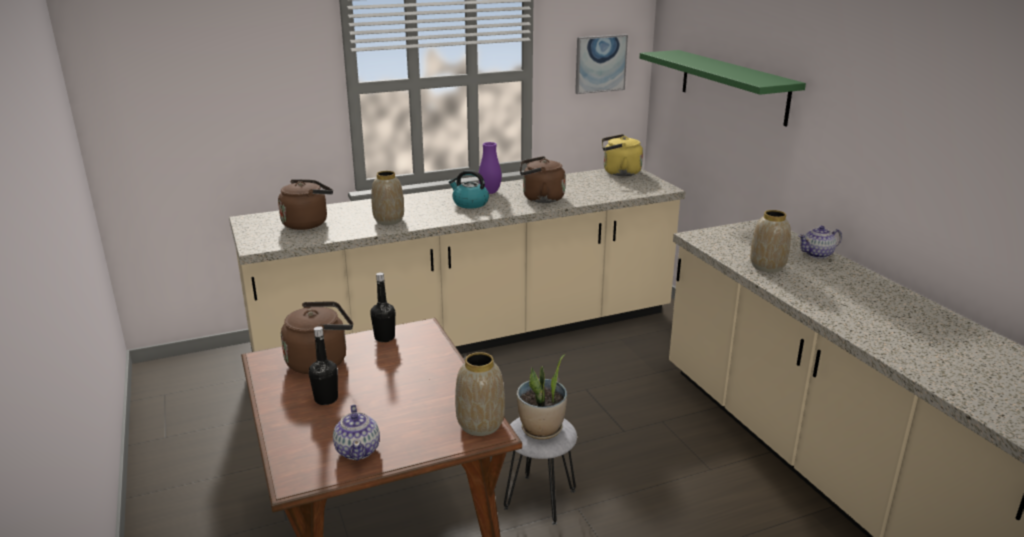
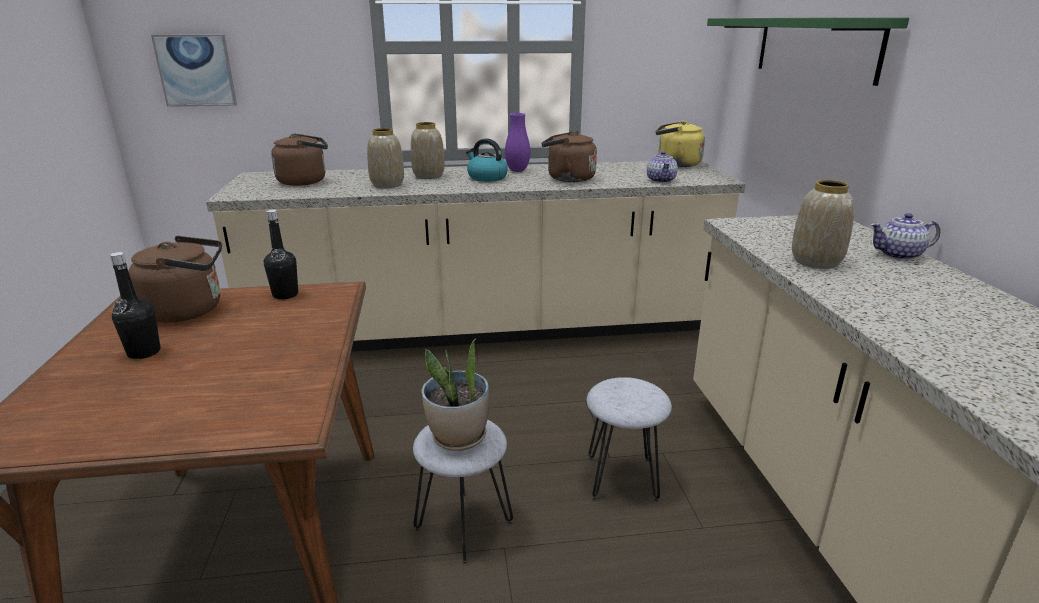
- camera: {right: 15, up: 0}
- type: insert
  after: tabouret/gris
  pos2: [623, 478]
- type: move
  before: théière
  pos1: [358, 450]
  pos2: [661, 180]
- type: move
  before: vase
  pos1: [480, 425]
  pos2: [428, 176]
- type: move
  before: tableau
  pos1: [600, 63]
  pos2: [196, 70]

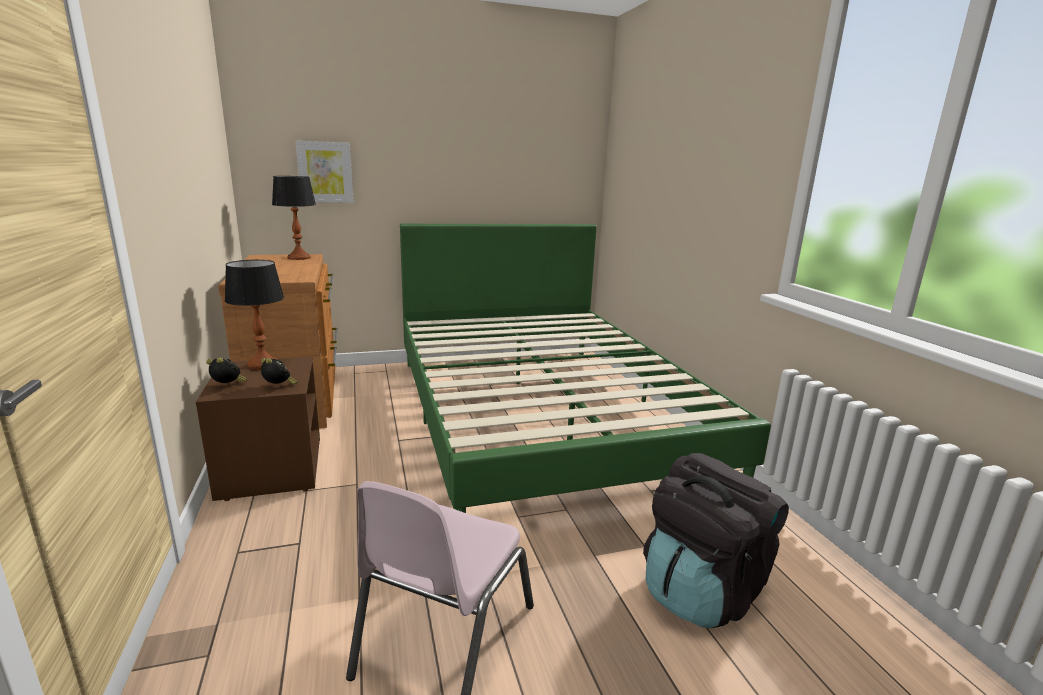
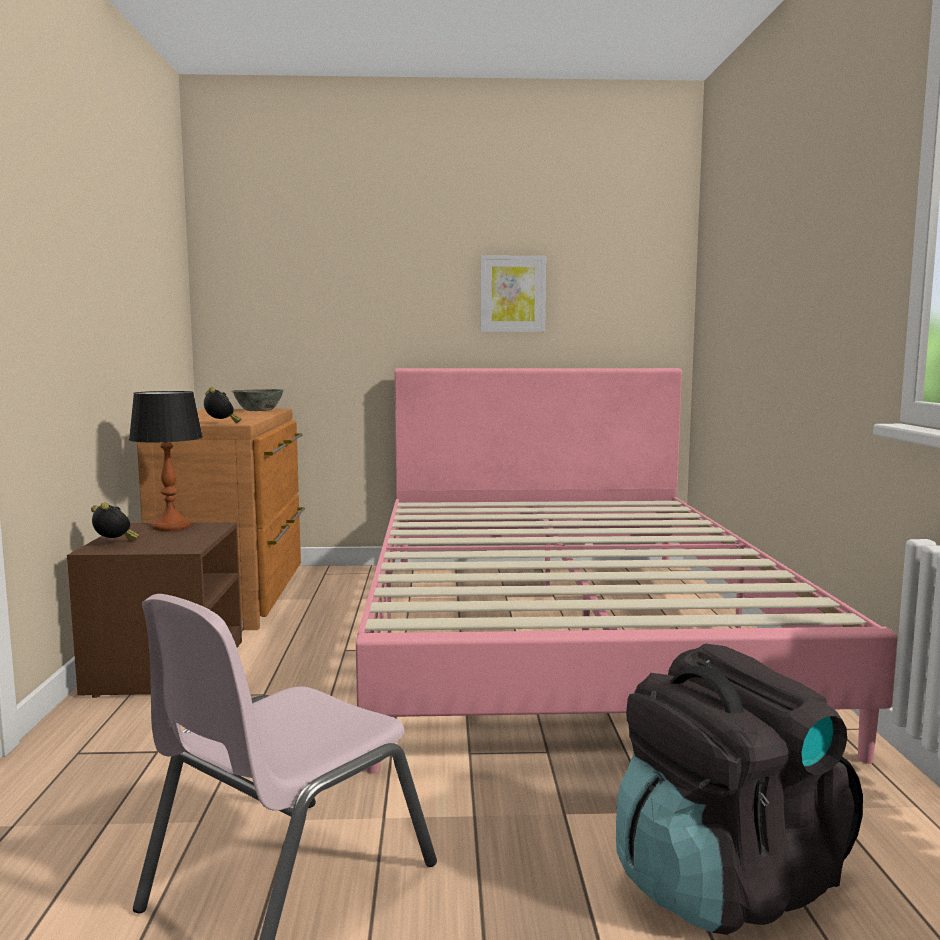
- camera: {right: 15, up: -10}
- type: move
  before: réveil
  pos1: [279, 387]
  pos2: [221, 424]
- type: move
  before: tableau
  pos1: [325, 172]
  pos2: [512, 294]
- type: replace
  before: lampe de table
  after: bol/gris
  pos1: [298, 258]
  pos2: [258, 410]
- type: recolor
  before: lit/vert
  after: lit/rose
  pos1: [541, 414]
  pos2: [567, 634]

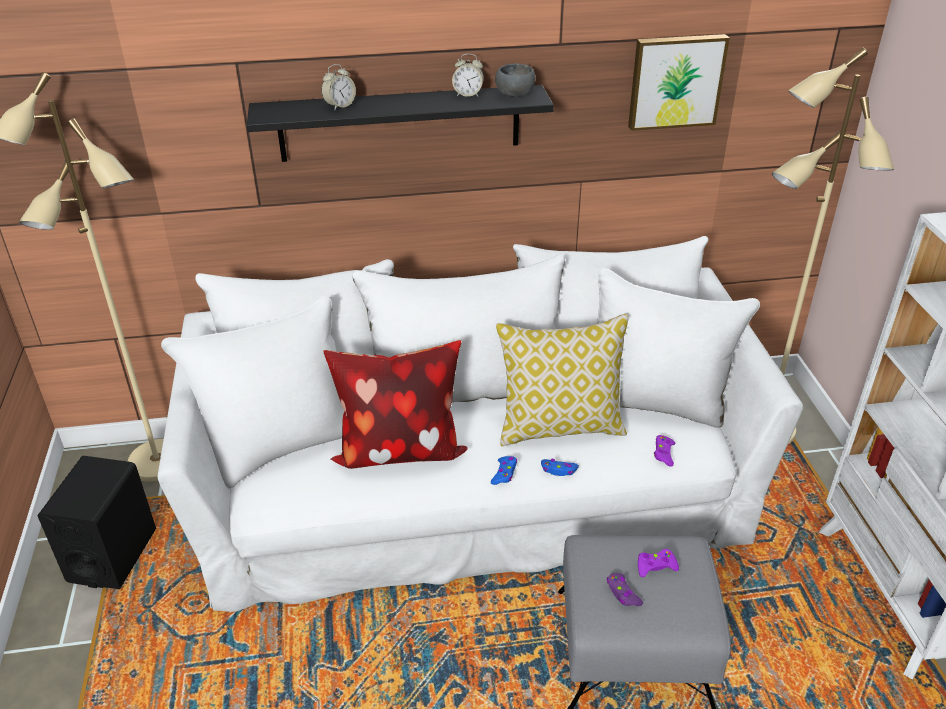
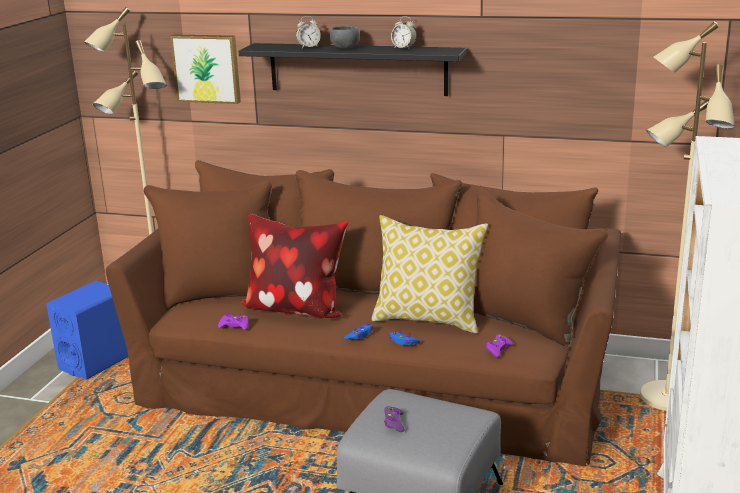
- camera: {right: 25, up: -15}
- type: move
  before: bol/gris
  pos1: [515, 95]
  pos2: [345, 48]
- type: move
  before: tableau
  pos1: [675, 81]
  pos2: [207, 68]
- type: move
  before: manette/violet
  pos1: [655, 566]
  pos2: [234, 326]
- type: recolor
  before: enceinte/noir
  after: enceinte/bleu
  pos1: [112, 555]
  pos2: [96, 362]
- type: recolor
  before: canapé/blanc
  after: canapé/marron
  pos1: [475, 489]
  pos2: [374, 382]

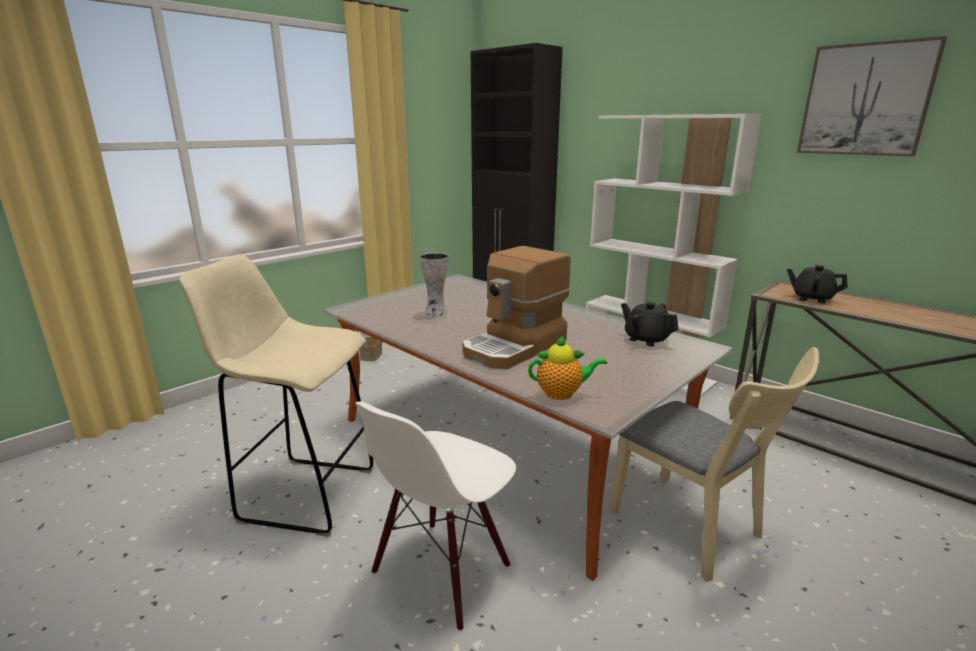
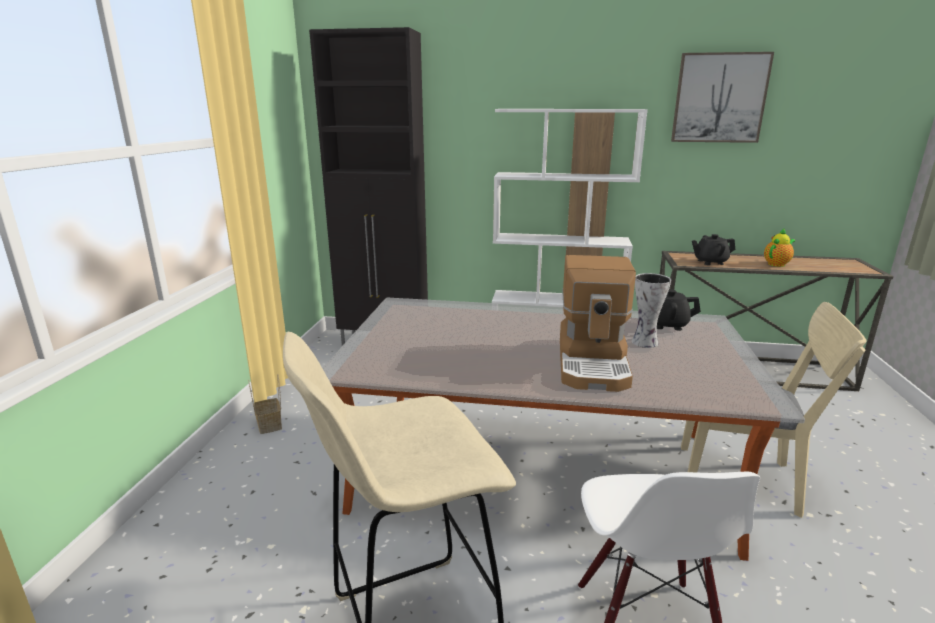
- camera: {right: -35, up: 0}
- type: move
  before: vase
  pos1: [435, 312]
  pos2: [645, 343]
- type: move
  before: théière
  pos1: [562, 393]
  pos2: [777, 264]

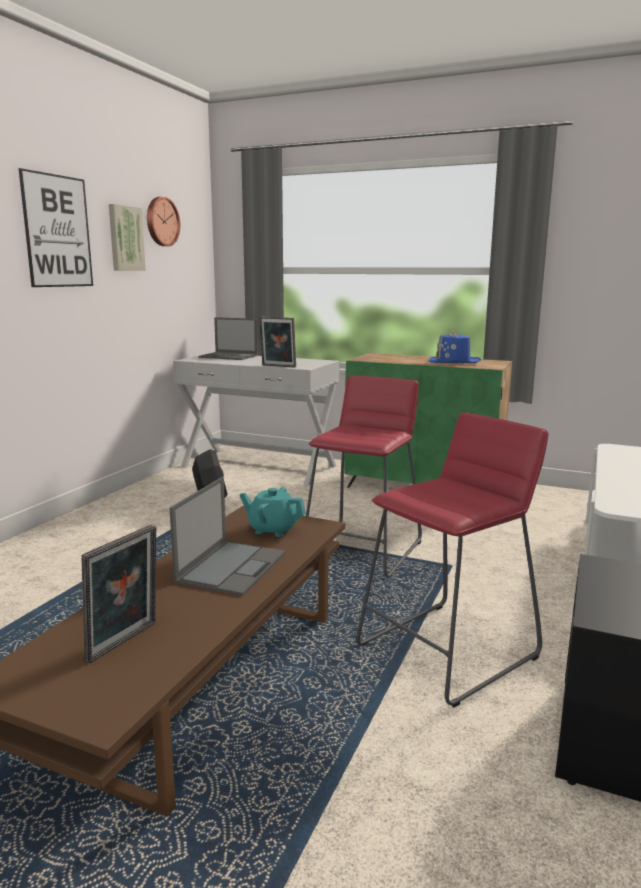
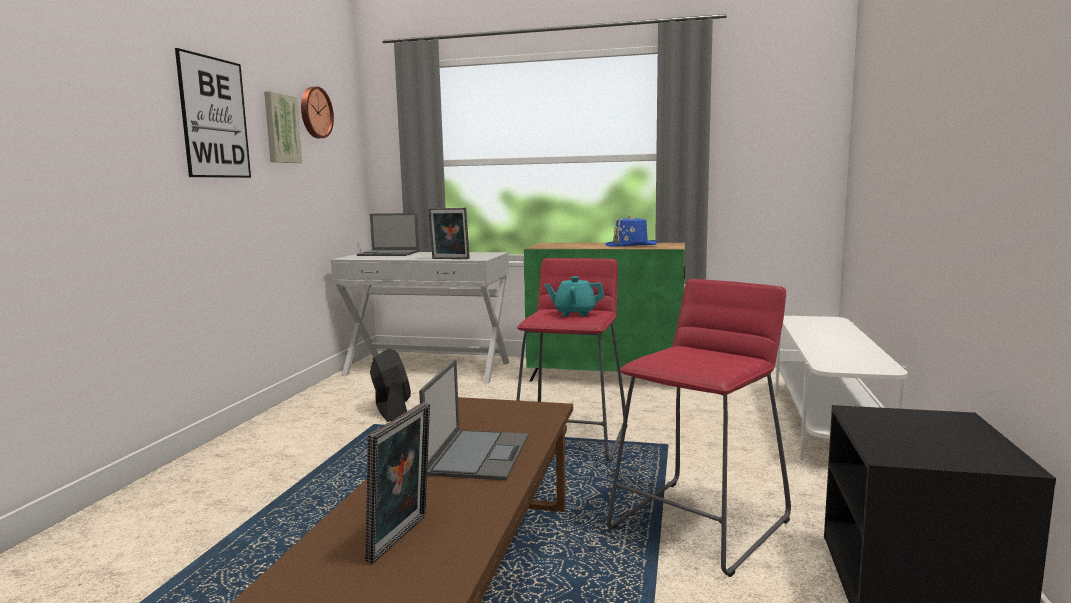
- camera: {right: -10, up: -5}
- type: move
  before: théière/turquoise
  pos1: [273, 529]
  pos2: [574, 313]

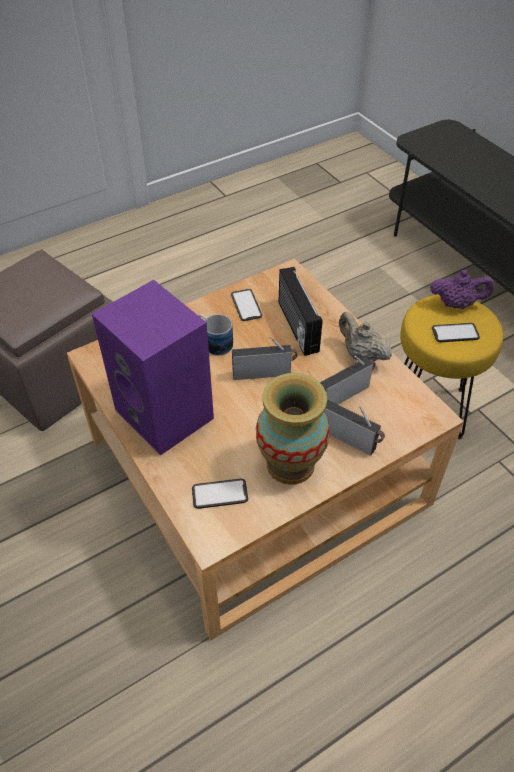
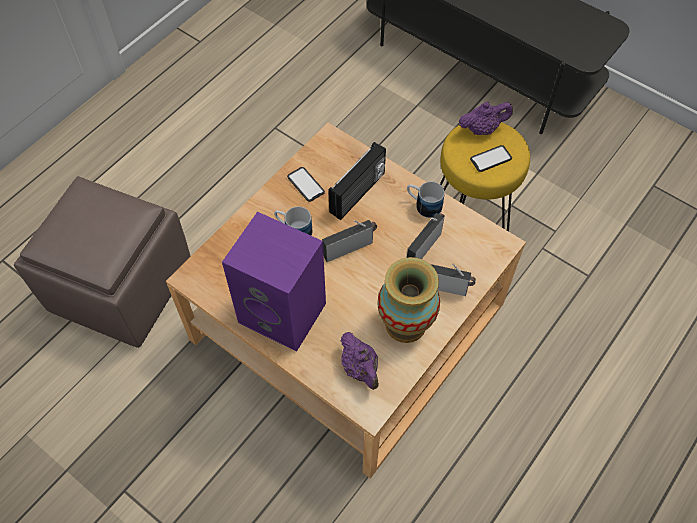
- camera: {right: -20, up: 10}
- type: replace
  before: téléphone
  after: théière/violet
  pos1: [219, 494]
  pos2: [360, 369]
- type: replace
  before: théière/beige
  after: mug
  pos1: [361, 355]
  pos2: [423, 205]
- type: rotate
  before: radio
  pos1: [296, 327]
  pos2: [358, 193]
  turn: -105

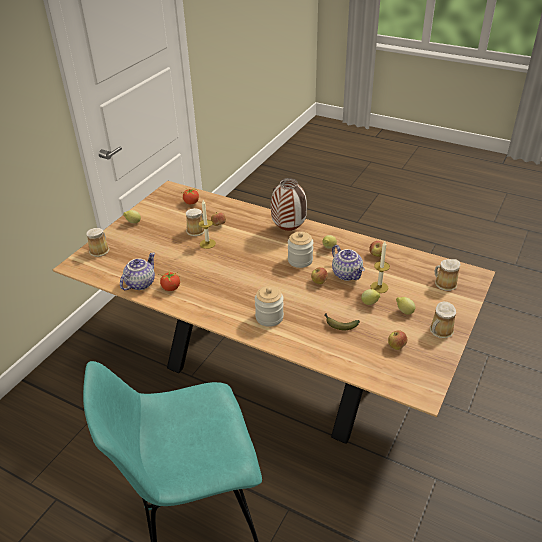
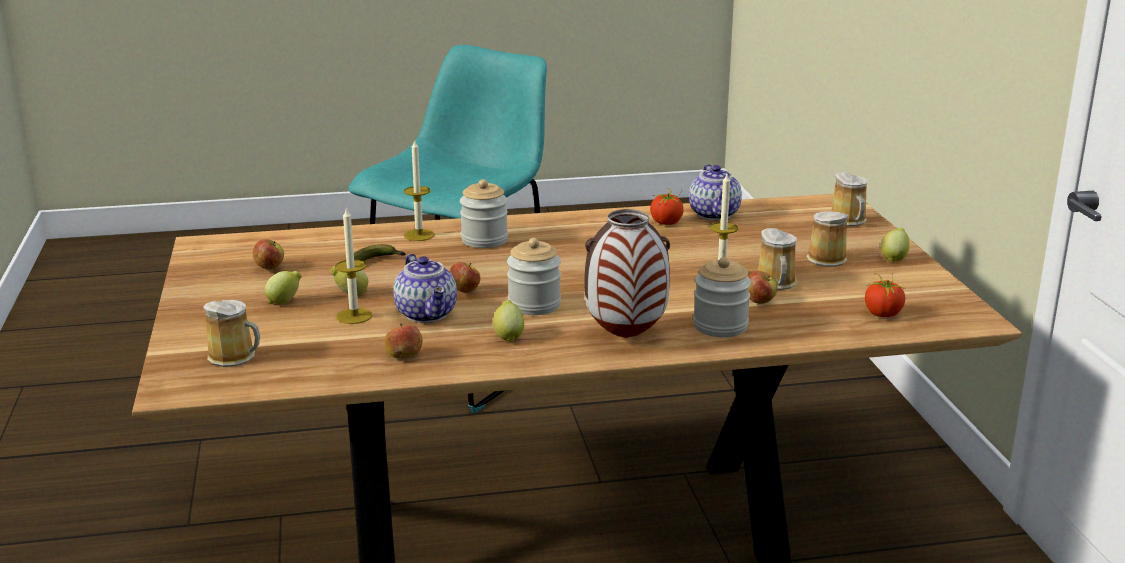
- camera: {right: 140, up: -15}
- type: insert
  after: bougie
  pos2: [419, 235]
- type: insert
  after: bocal
  pos2: [720, 326]
- type: move
  before: mug
  pos1: [440, 331]
  pos2: [826, 258]
- type: rotate
  before: théière
  pos1: [347, 274]
  pos2: [428, 314]
  turn: -135

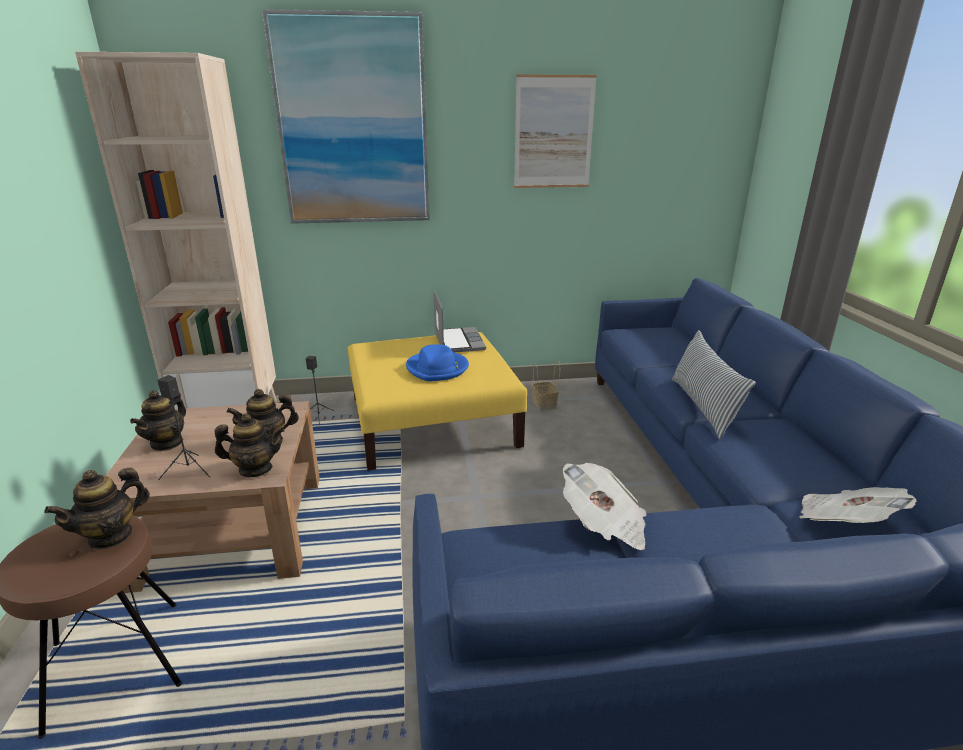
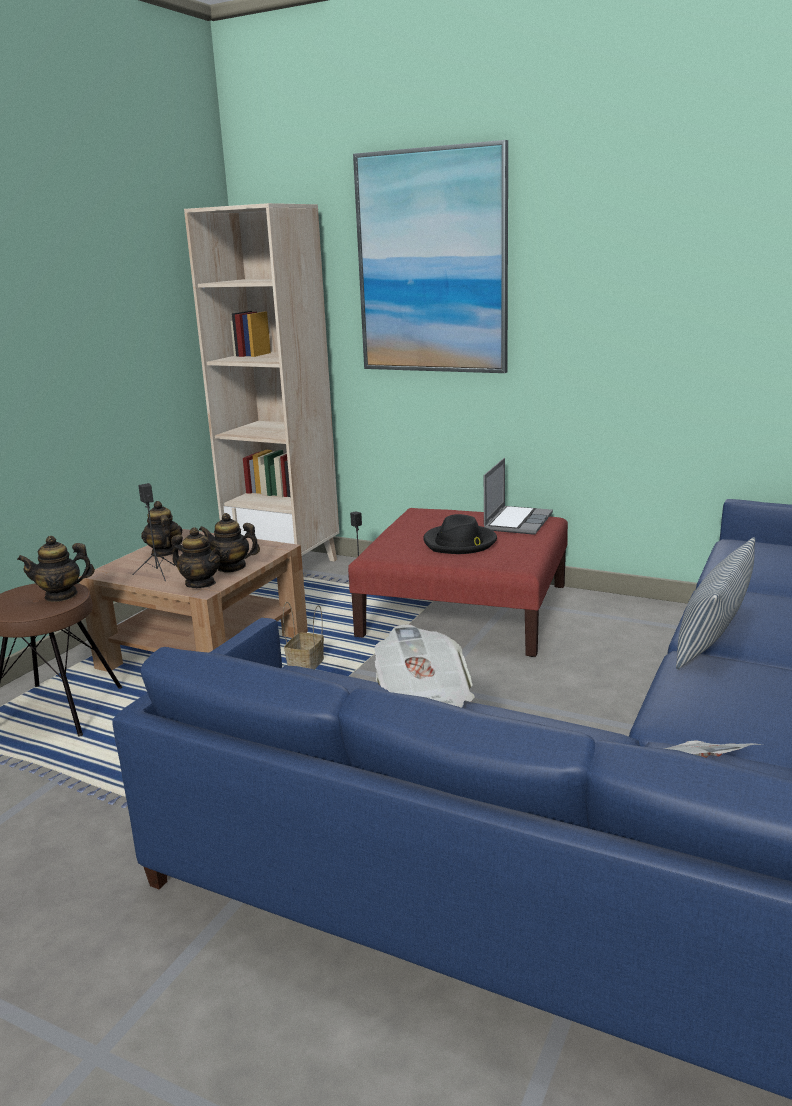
- camera: {right: 35, up: -5}
- type: delete
  before: tableau
  pos1: [553, 133]
- type: move
  before: panier
  pos1: [545, 404]
  pos2: [306, 665]
- type: recolor
  before: pouf/jaune
  after: pouf/rouge
  pos1: [431, 421]
  pos2: [464, 610]
- type: recolor
  before: chapeau/bleu
  after: chapeau/noir
  pos1: [437, 369]
  pos2: [460, 543]
- type: rotate
  before: théière
  pos1: [167, 443]
  pos2: [164, 552]
  turn: 105

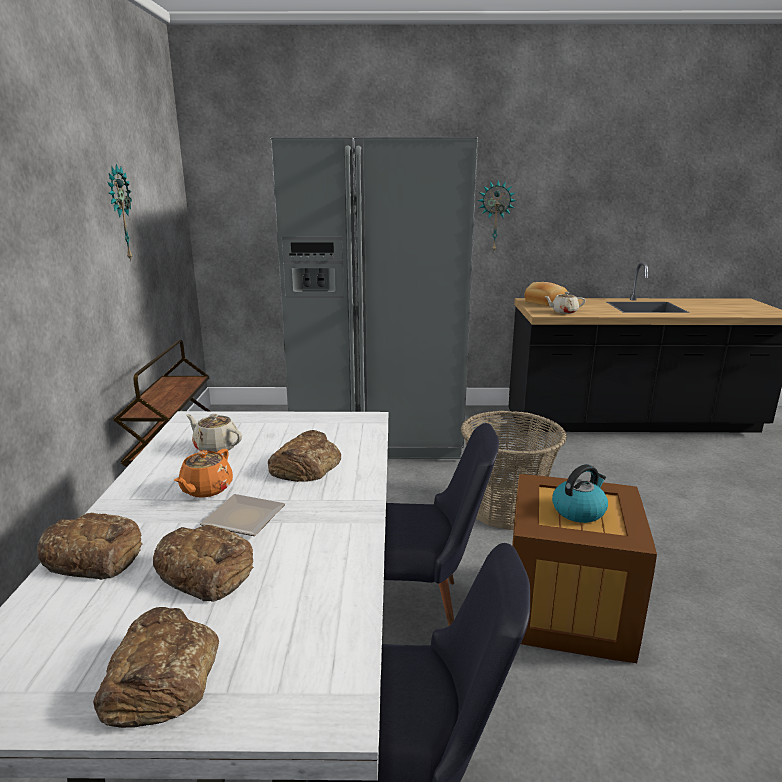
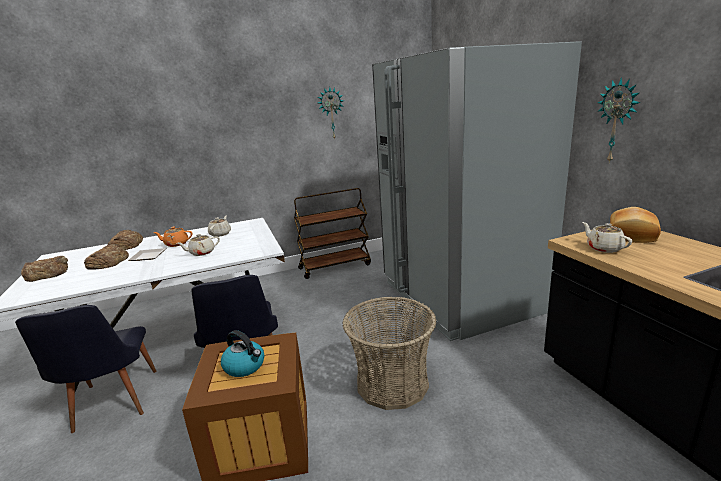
- camera: {right: 70, up: 0}
- type: replace
  before: pain
  after: théière/beige
  pos1: [305, 465]
  pos2: [201, 253]

